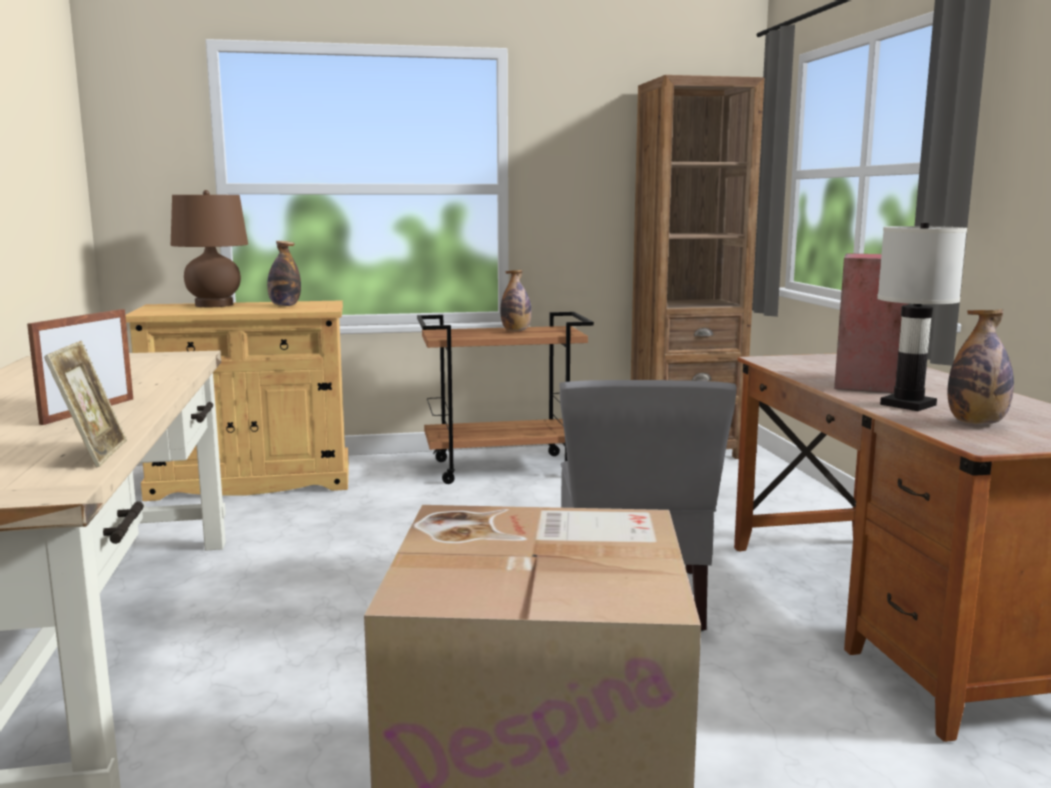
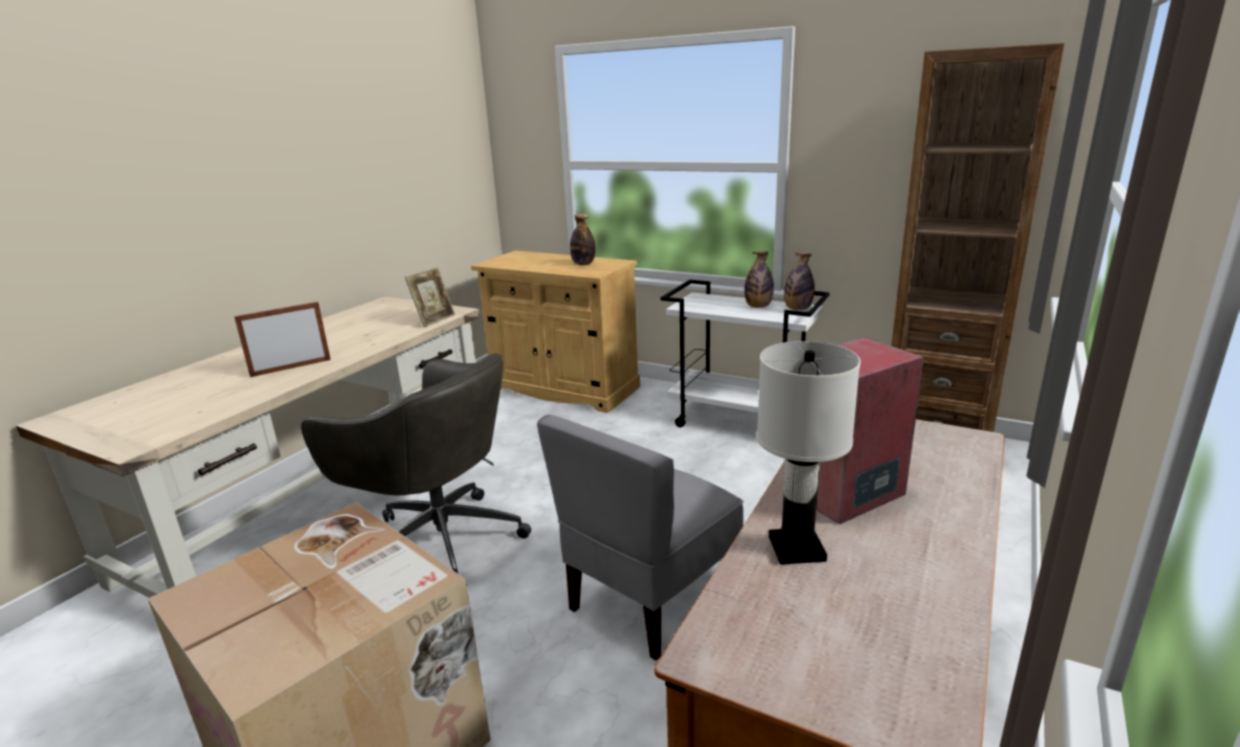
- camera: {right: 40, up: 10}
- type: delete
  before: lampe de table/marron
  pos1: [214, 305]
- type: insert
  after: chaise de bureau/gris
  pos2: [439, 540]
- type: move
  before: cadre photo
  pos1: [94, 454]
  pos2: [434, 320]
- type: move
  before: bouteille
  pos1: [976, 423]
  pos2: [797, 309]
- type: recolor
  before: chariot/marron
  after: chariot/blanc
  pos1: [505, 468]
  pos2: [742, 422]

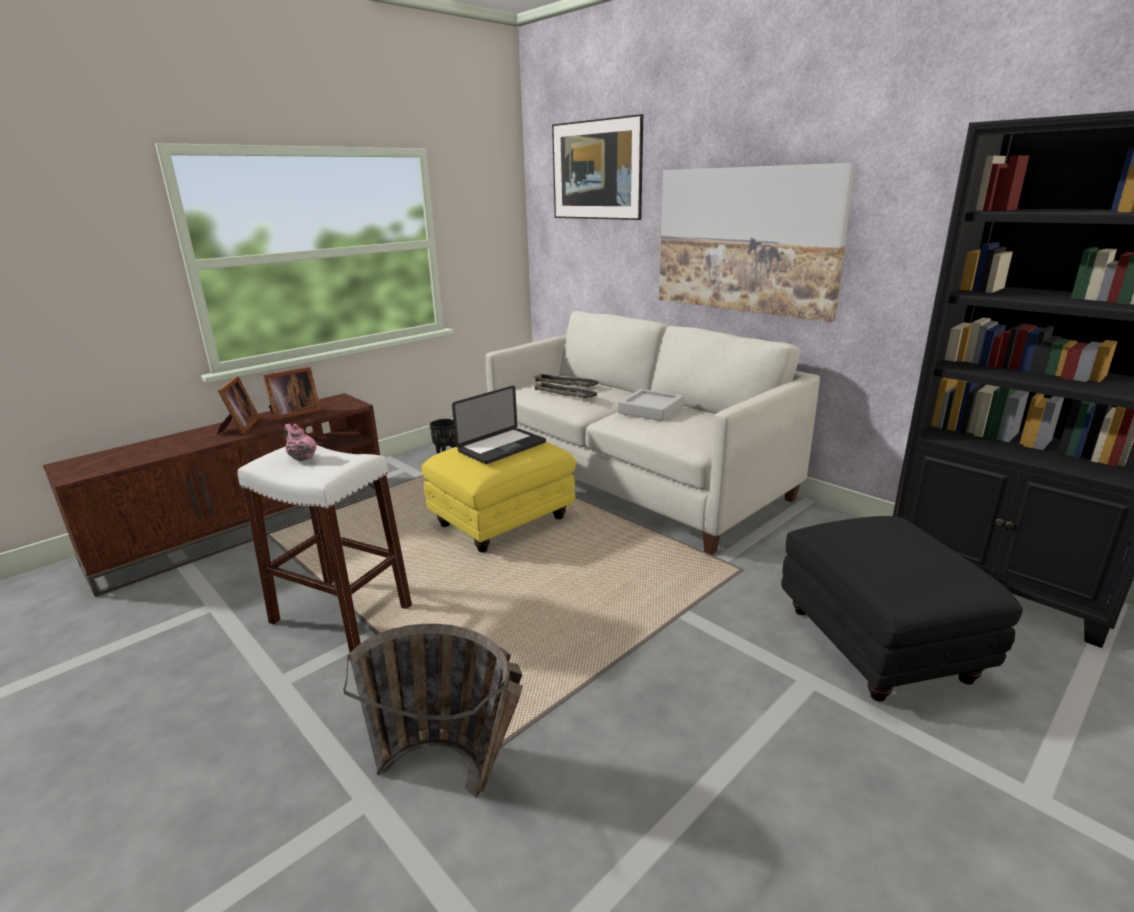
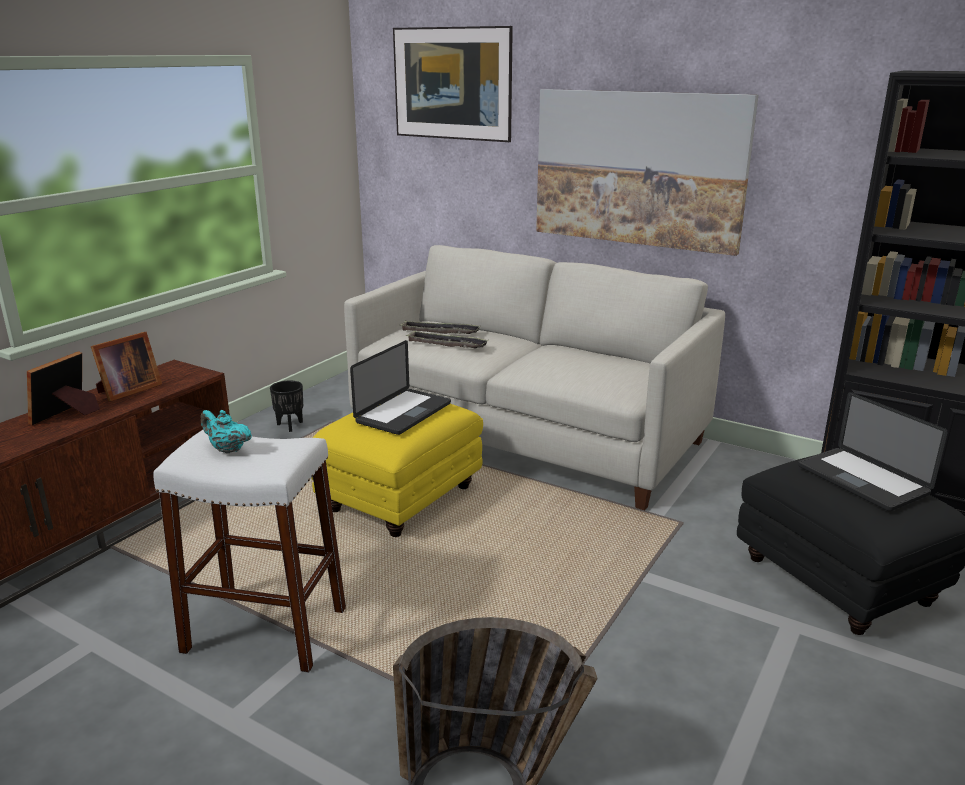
- camera: {right: -15, up: 0}
- type: delete
  before: plateau/gris
  pos1: [651, 410]
- type: insert
  after: ordinateur portable
  pos2: [862, 480]
- type: recolor
  before: théière/rose
  after: théière/turquoise
  pos1: [302, 458]
  pos2: [227, 449]
- type: rotate
  before: cadre photo
  pos1: [239, 427]
  pos2: [67, 414]
  turn: -135

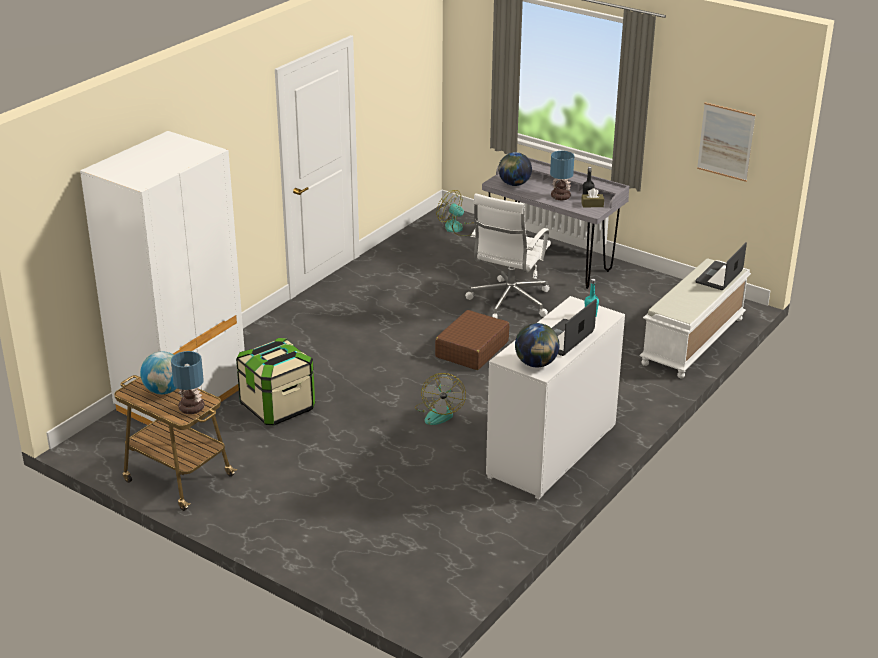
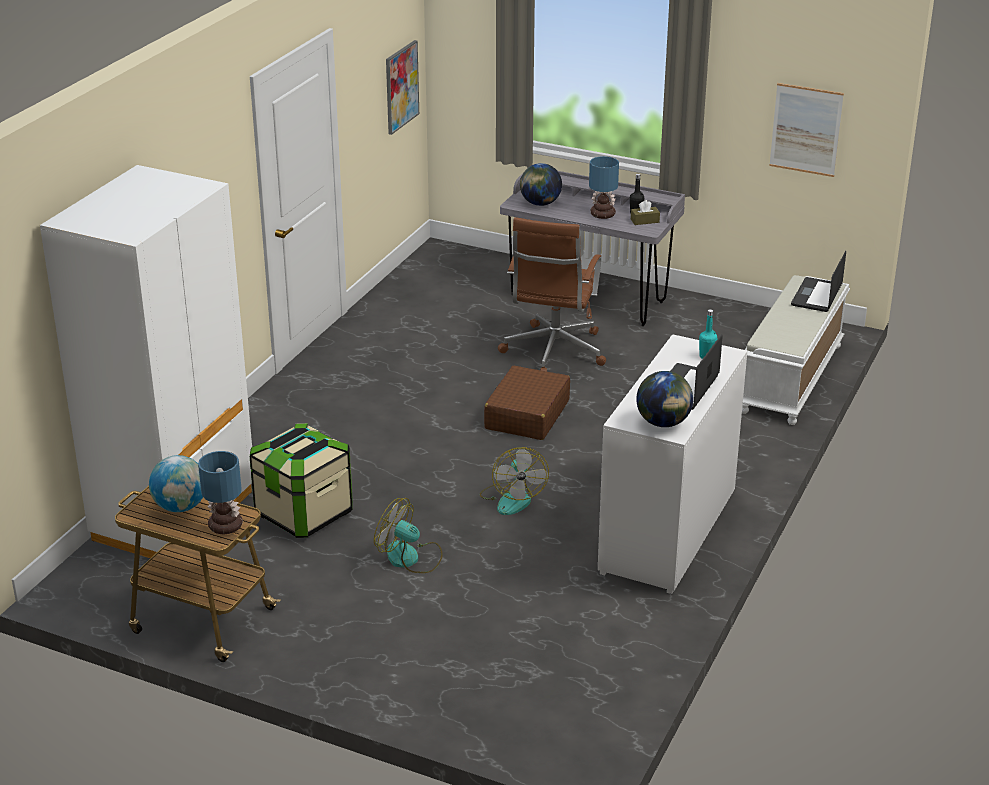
- camera: {right: -10, up: 0}
- type: insert
  after: tableau
  pos2: [401, 87]
- type: move
  before: ventilateur
  pos1: [458, 228]
  pos2: [410, 558]
- type: recolor
  before: chaise de bureau/blanc
  after: chaise de bureau/marron
  pos1: [508, 303]
  pos2: [553, 352]

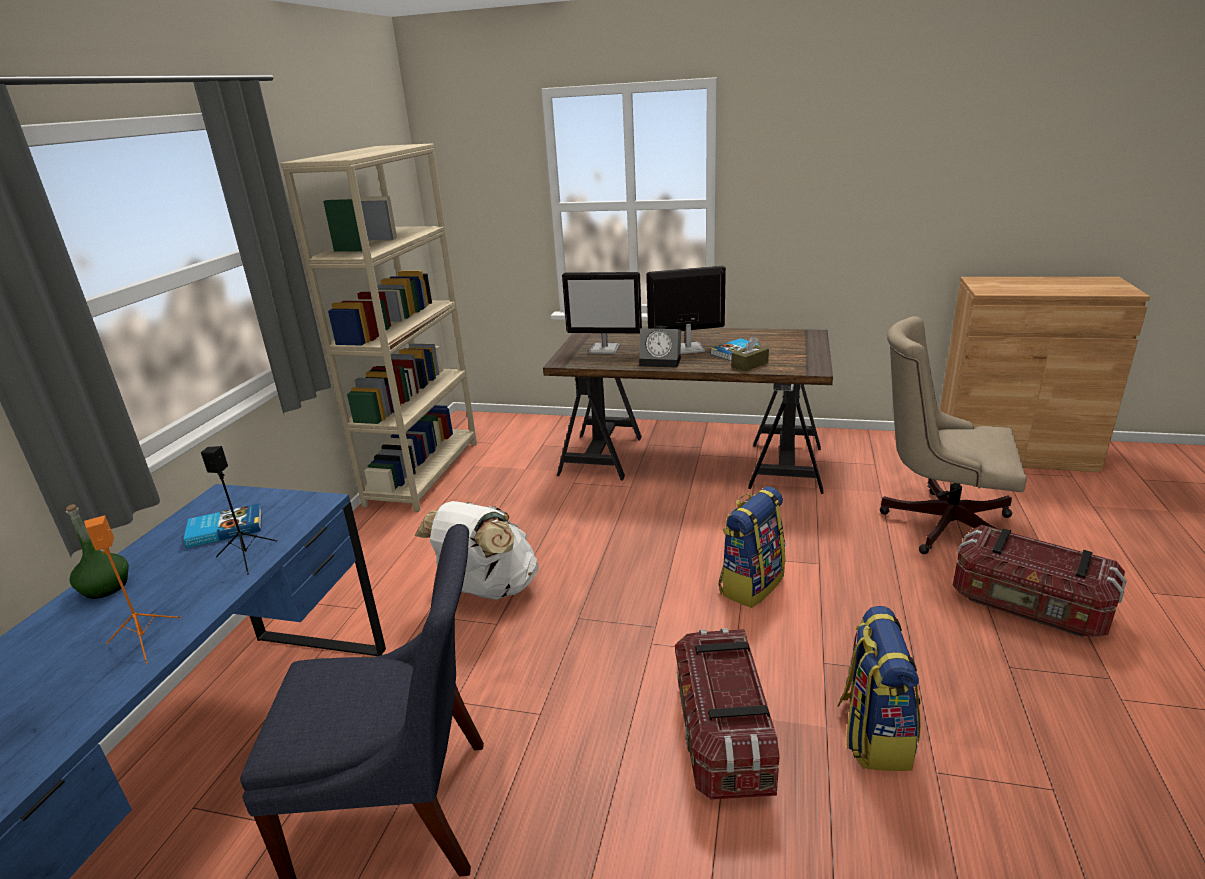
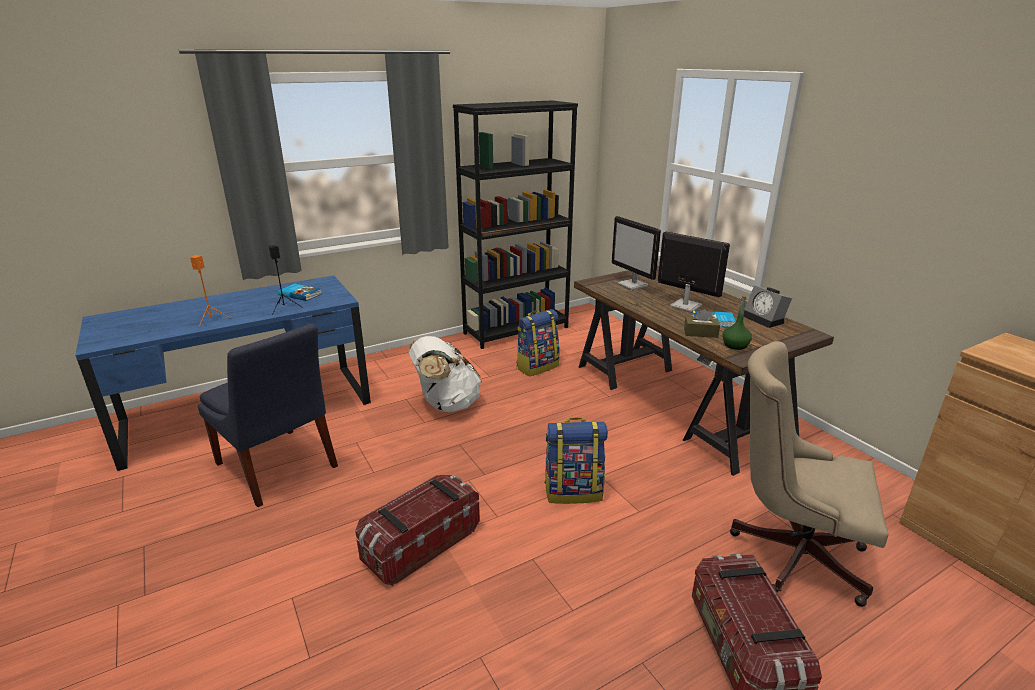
- camera: {right: 45, up: 0}
- type: move
  before: bouteille/vert
  pos1: [106, 587]
  pos2: [735, 345]
- type: move
  before: réveil
  pos1: [661, 361]
  pos2: [765, 319]
- type: move
  before: sac à dos
  pos1: [873, 734]
  pos2: [537, 366]
- type: recolor
  before: bibliothèque/beige
  after: bibliothèque/noir
  pos1: [423, 473]
  pos2: [516, 330]
- type: rotate
  before: chaise de bureau/beige
  pos1: [938, 523]
  pos2: [789, 552]
  turn: -45

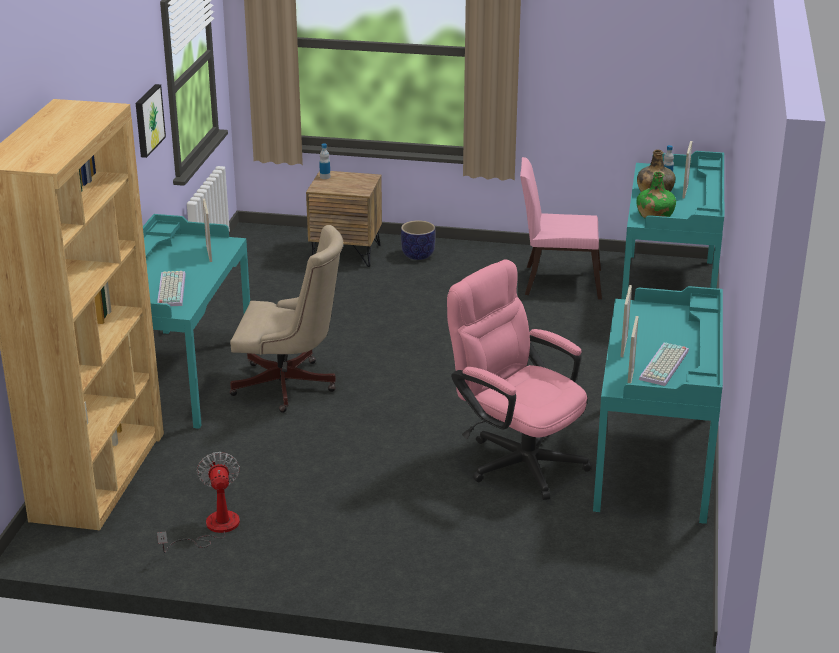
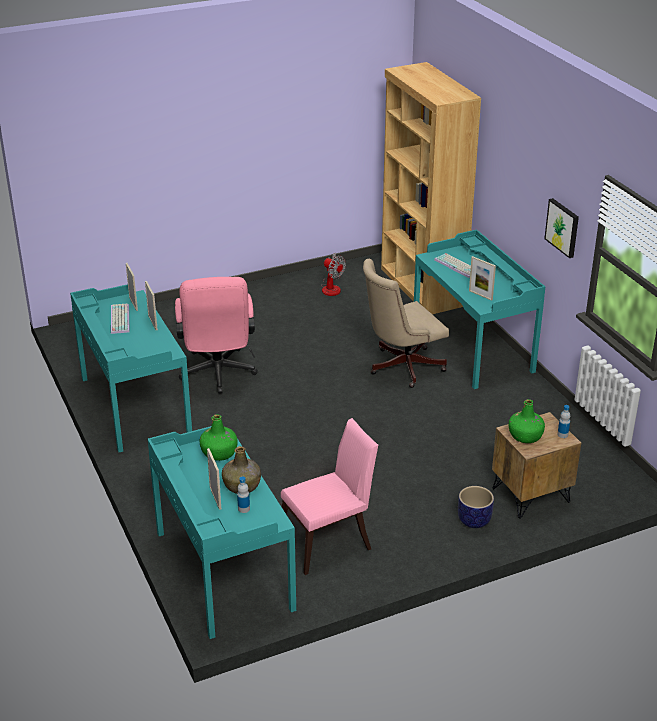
- camera: {right: 145, up: 5}
- type: insert
  after: bouteille/vert
  pos2: [525, 436]
- type: rotate
  before: chaise de bureau/rose
  pos1: [516, 459]
  pos2: [218, 375]
  turn: 75

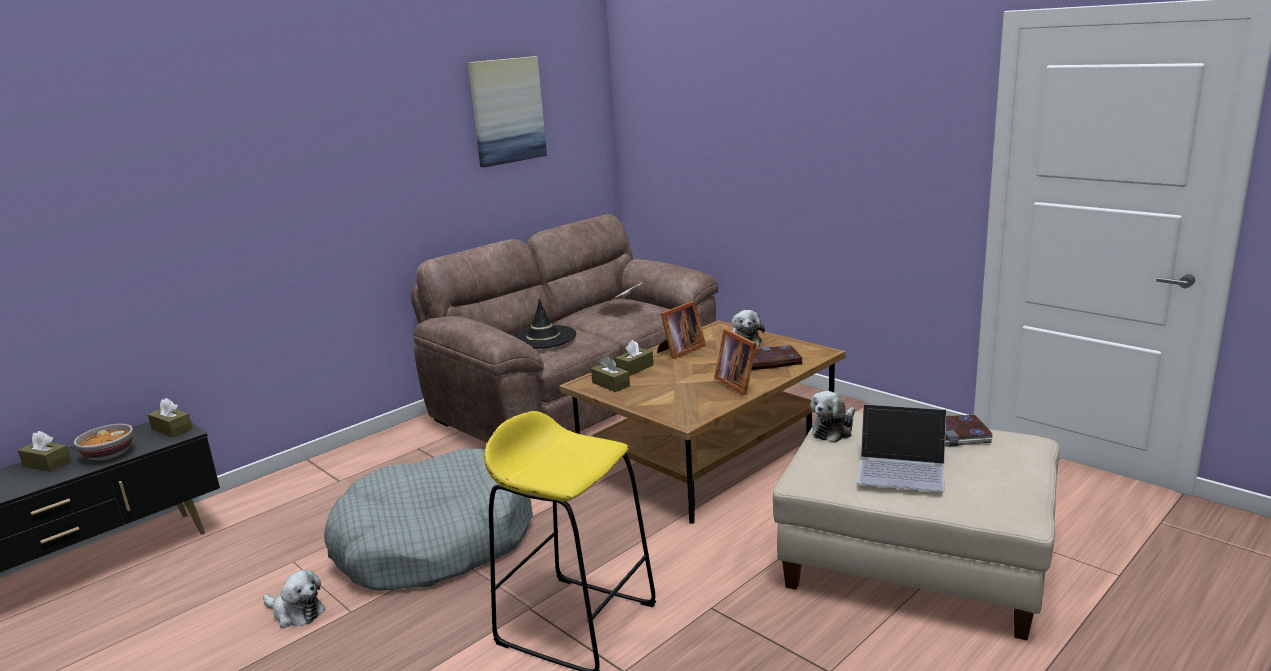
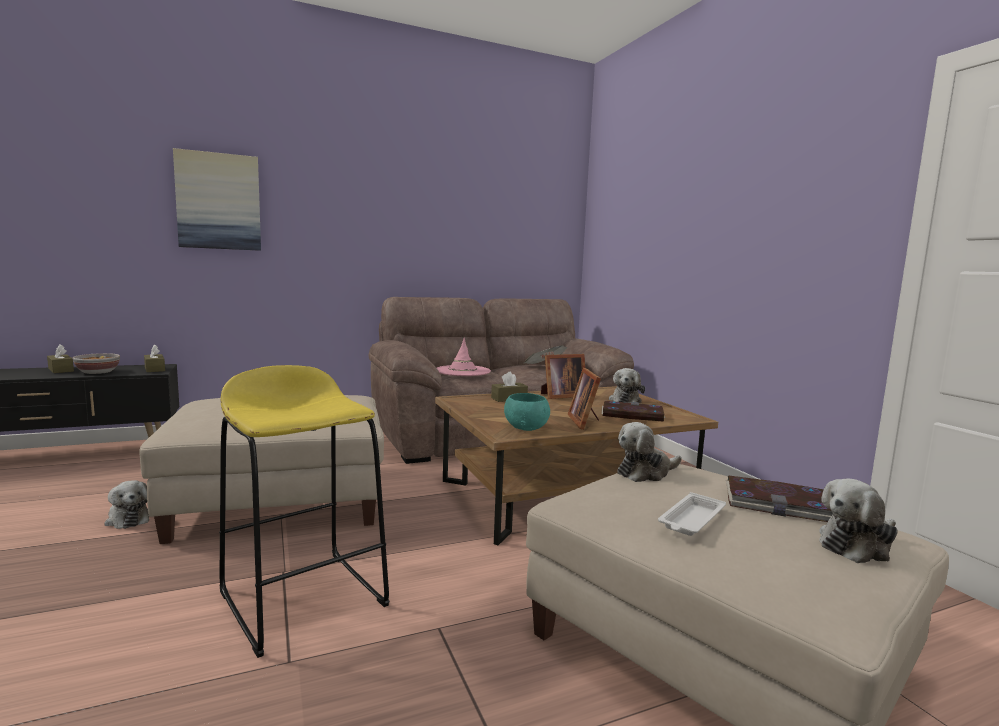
- camera: {right: 20, up: -10}
- type: delete
  before: boîte à mouchoirs/marron
  pos1: [611, 384]
- type: insert
  after: bol/turquoise
  pos2: [526, 428]
- type: insert
  after: peluche
  pos2: [857, 545]
- type: move
  before: tableau
  pos1: [507, 111]
  pos2: [219, 201]
- type: replace
  before: panier pour chien/gris
  after: pouf/beige
  pos1: [434, 542]
  pos2: [280, 499]
- type: replace
  before: ordinateur portable
  after: plateau/blanc
  pos1: [902, 468]
  pos2: [691, 520]
- type: recolor
  before: chapeau/noir
  after: chapeau/rose
  pos1: [543, 337]
  pos2: [462, 371]

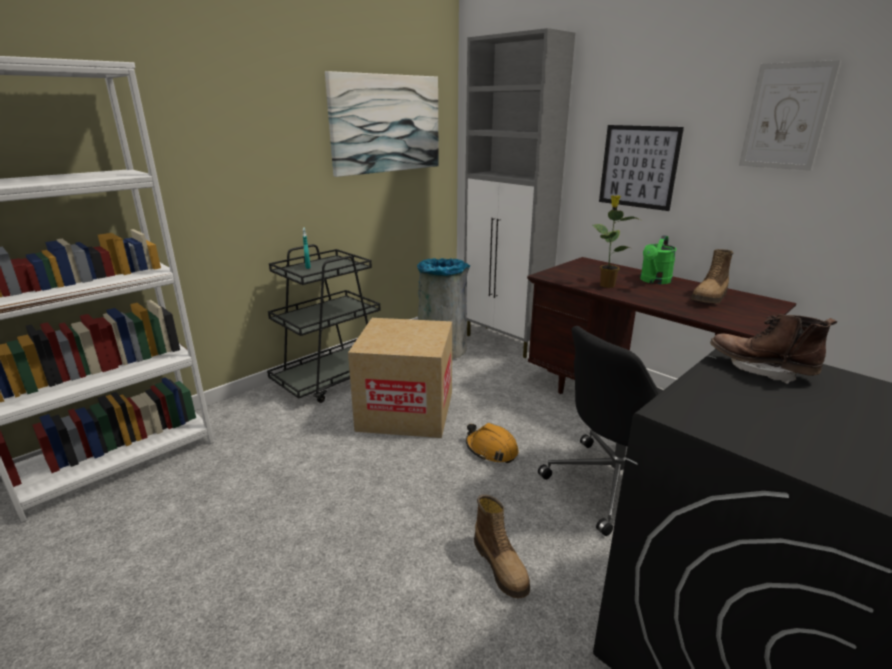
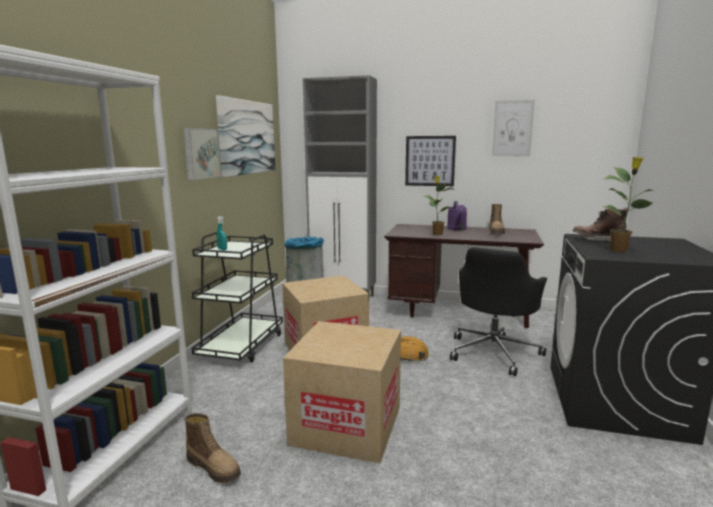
- camera: {right: -30, up: -10}
- type: insert
  after: tableau
  pos2: [200, 153]
- type: insert
  after: carton
  pos2: [346, 425]
- type: insert
  after: plante en pot
  pos2: [619, 250]
- type: move
  before: botte
  pos1: [501, 566]
  pos2: [214, 467]
- type: recolor
  before: arrosoir/vert
  after: arrosoir/violet
  pos1: [654, 281]
  pos2: [457, 229]

